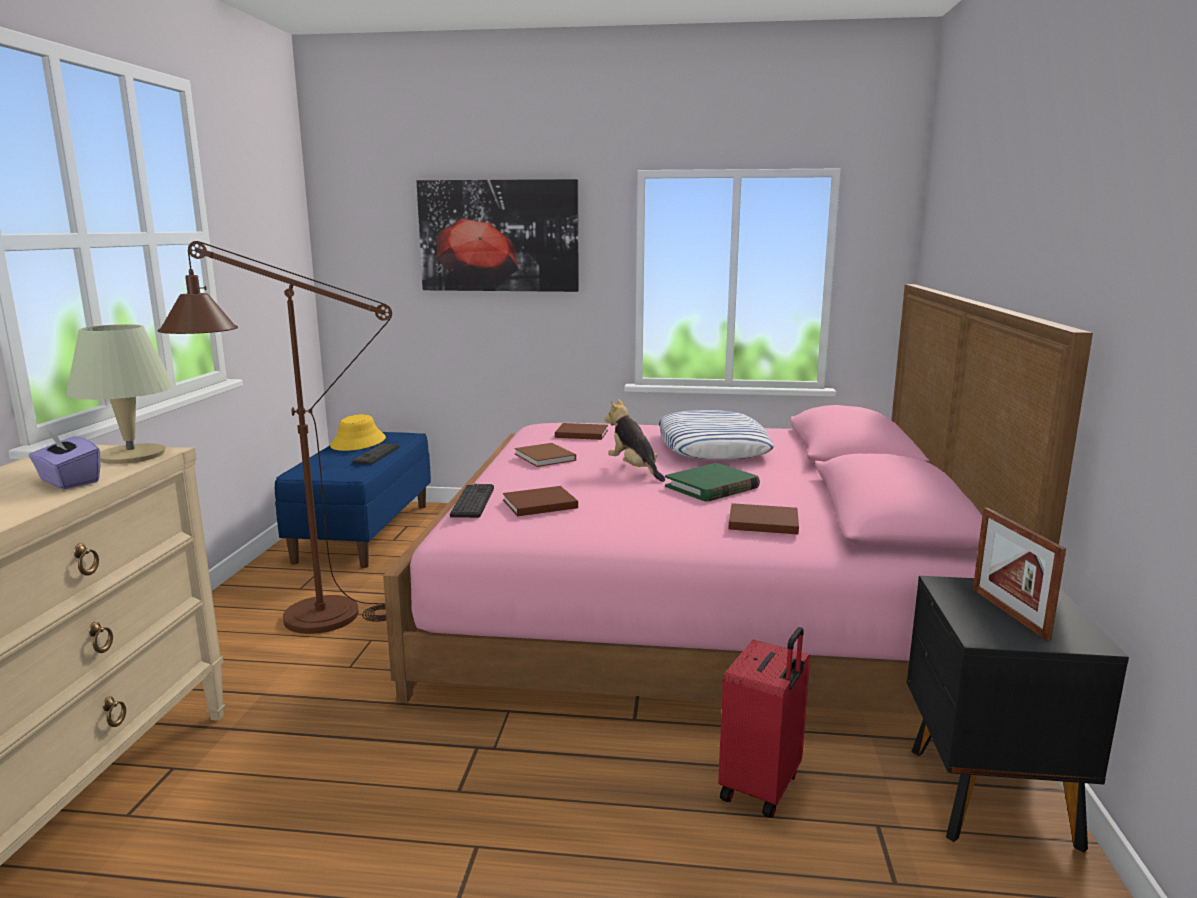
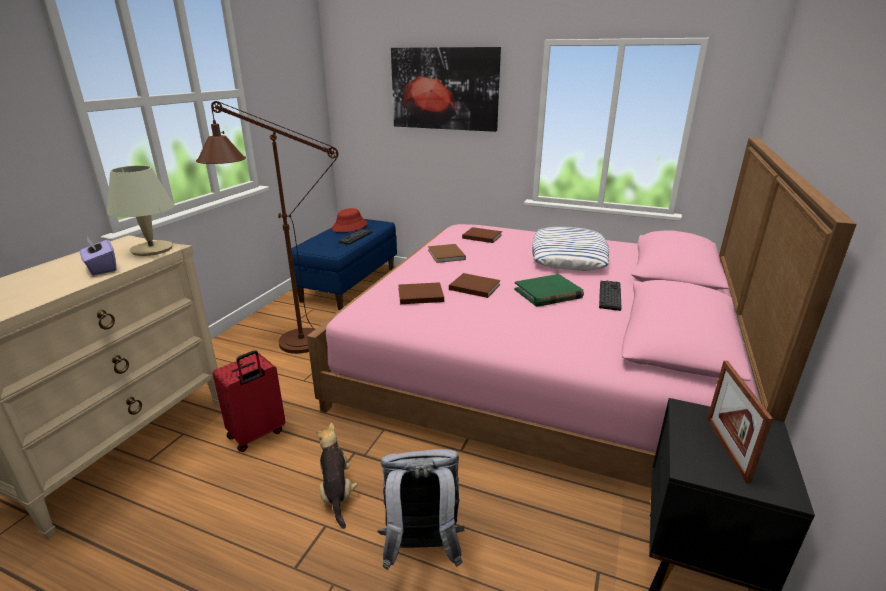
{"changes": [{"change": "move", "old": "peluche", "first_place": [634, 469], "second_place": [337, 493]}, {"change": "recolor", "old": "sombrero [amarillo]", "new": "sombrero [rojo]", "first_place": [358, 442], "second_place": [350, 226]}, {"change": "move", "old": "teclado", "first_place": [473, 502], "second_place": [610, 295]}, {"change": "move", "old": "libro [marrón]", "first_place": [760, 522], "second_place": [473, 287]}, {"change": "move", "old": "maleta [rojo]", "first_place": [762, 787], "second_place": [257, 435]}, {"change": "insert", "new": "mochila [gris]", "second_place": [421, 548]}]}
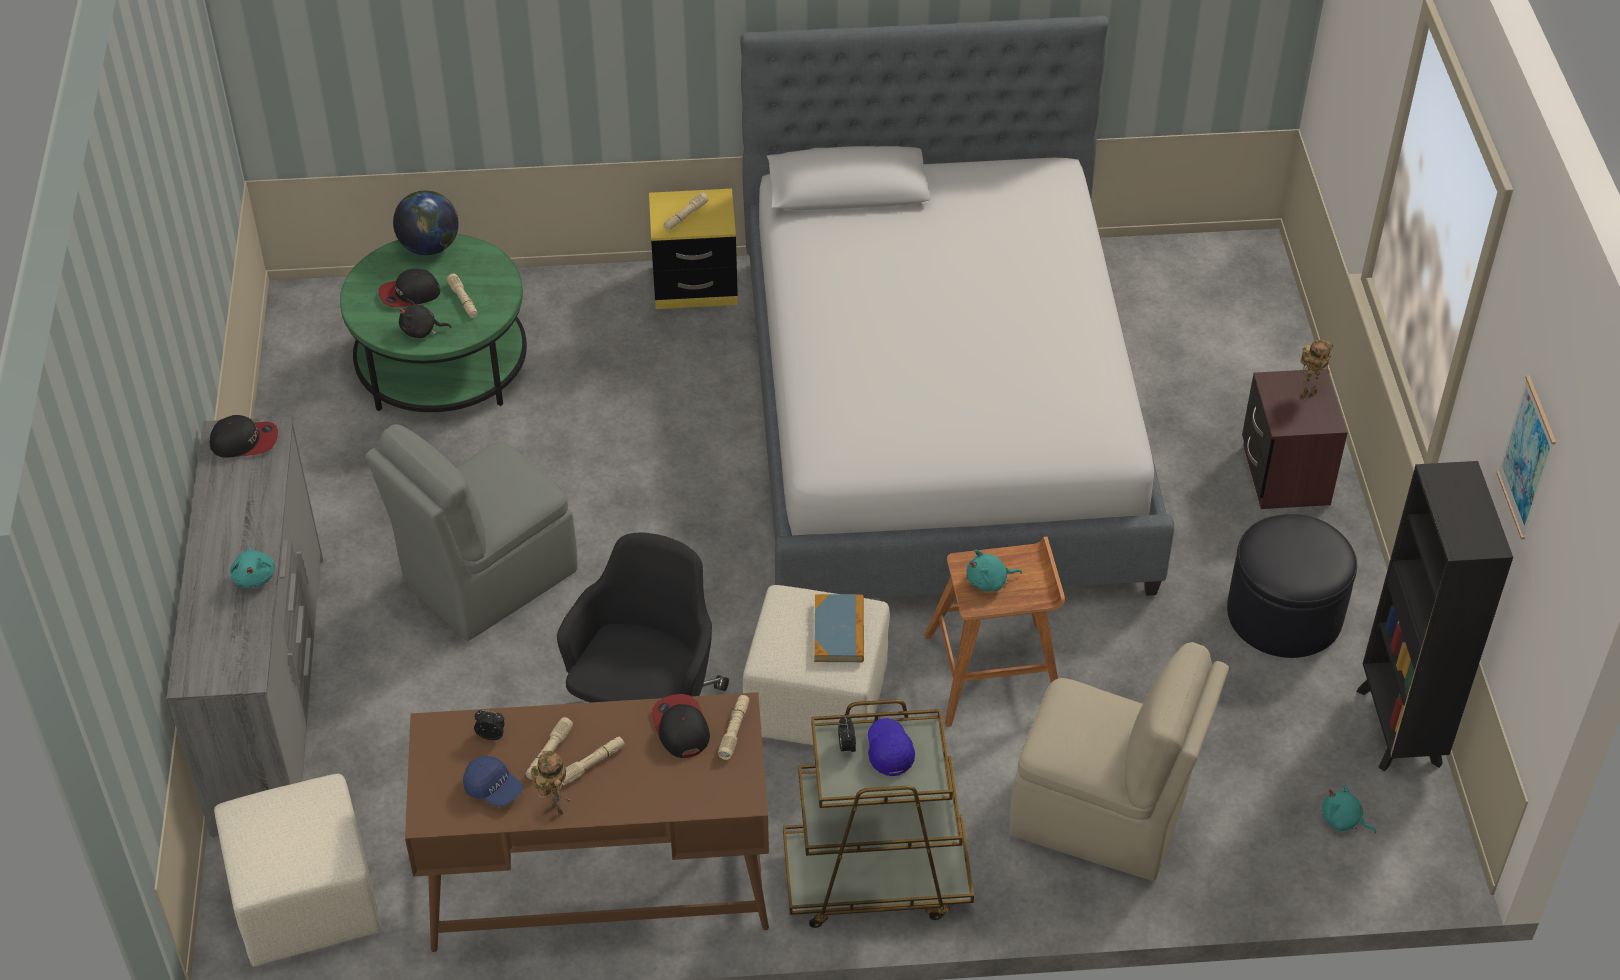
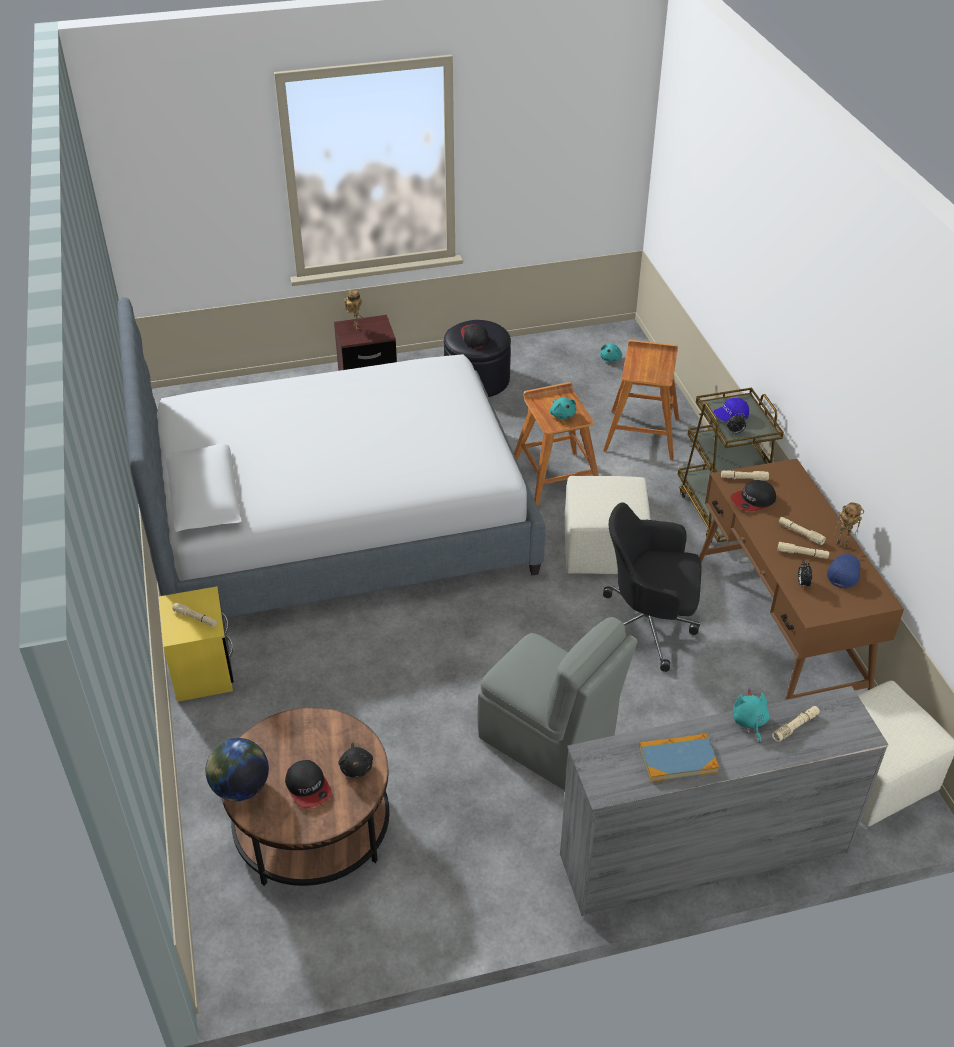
{"changes": [{"change": "recolor", "old": "mesa de centro [verde]", "new": "mesa de centro [marrón]", "first_place": [442, 364], "second_place": [312, 825]}, {"change": "move", "old": "linterna [beis]", "first_place": [463, 300], "second_place": [795, 726]}, {"change": "delete", "old": "cuadro", "first_place": [1527, 457]}, {"change": "move", "old": "gorra", "first_place": [245, 441], "second_place": [474, 338]}, {"change": "delete", "old": "estantería [negro]", "first_place": [1398, 729]}, {"change": "rotate", "old": "peluche [turquesa]", "first_place": [254, 576], "second_place": [749, 722], "degrees": -75}, {"change": "move", "old": "libro", "first_place": [839, 631], "second_place": [678, 759]}, {"change": "replace", "old": "silla [beis]", "new": "taburete [marrón]", "first_place": [1103, 816], "second_place": [642, 433]}, {"change": "rotate", "old": "robot de juguete", "first_place": [554, 809], "second_place": [842, 544], "degrees": -120}]}
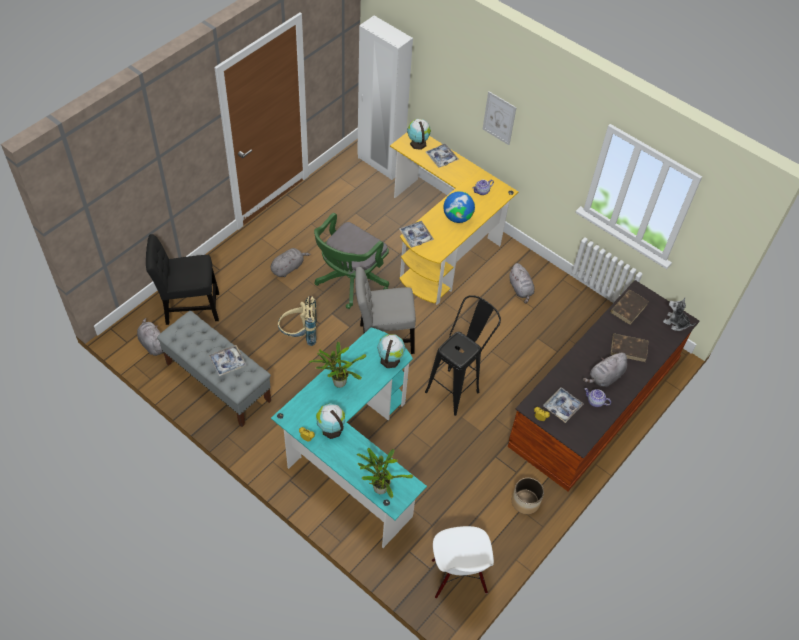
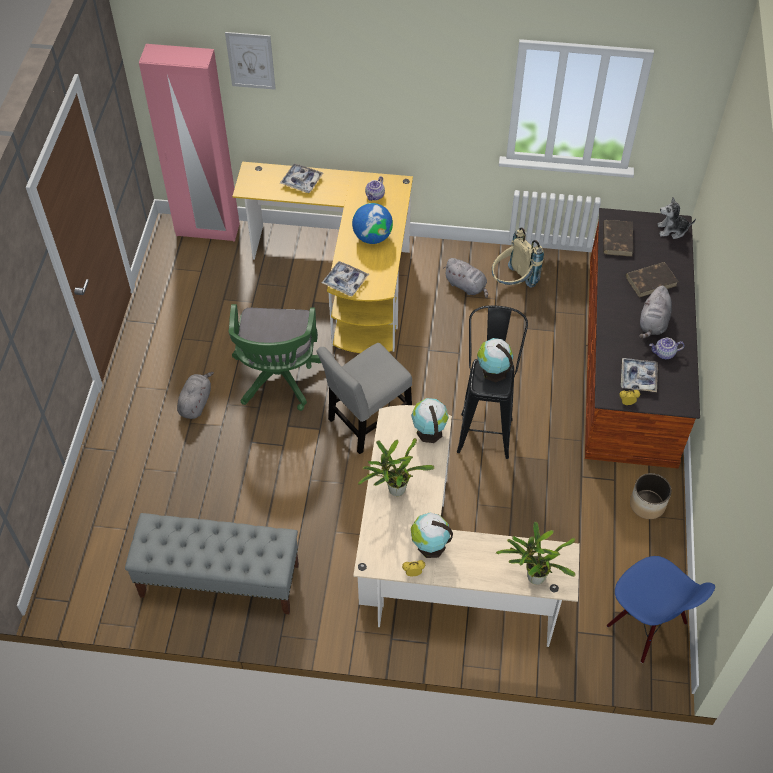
{"changes": [{"change": "recolor", "old": "armario ropero [blanco]", "new": "armario ropero [rosa]", "first_place": [380, 164], "second_place": [207, 230]}, {"change": "move", "old": "cuadro", "first_place": [499, 118], "second_place": [250, 60]}, {"change": "move", "old": "globo terráqueo", "first_place": [417, 143], "second_place": [493, 371]}, {"change": "delete", "old": "silla [negro]", "first_place": [189, 307]}, {"change": "move", "old": "mochila [beis]", "first_place": [299, 335], "second_place": [512, 283]}, {"change": "delete", "old": "peluche [gris]", "first_place": [152, 344]}, {"change": "recolor", "old": "escritorio [turquesa]", "new": "escritorio [beis]", "first_place": [352, 454], "second_place": [435, 567]}, {"change": "delete", "old": "bandeja", "first_place": [228, 362]}, {"change": "recolor", "old": "silla [blanco]", "new": "silla [azul]", "first_place": [458, 577], "second_place": [646, 625]}]}
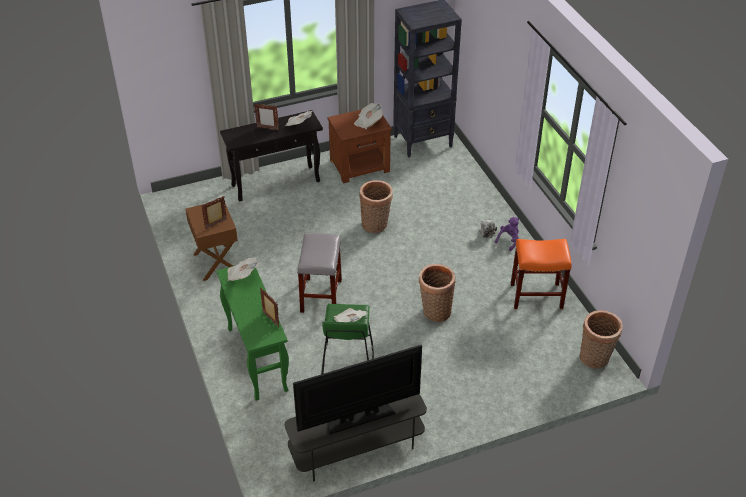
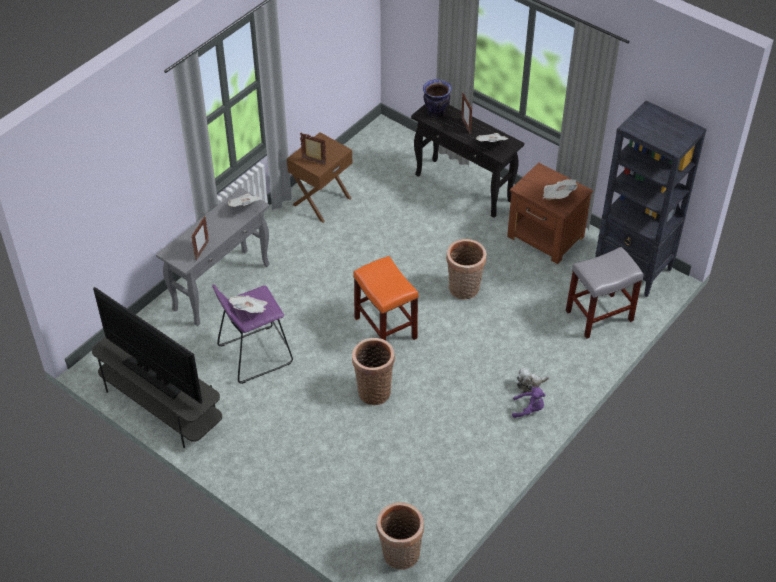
{"changes": [{"change": "move", "old": "taburete [gris]", "first_place": [321, 296], "second_place": [599, 316]}, {"change": "move", "old": "taburete [naranja]", "first_place": [535, 296], "second_place": [384, 328]}, {"change": "recolor", "old": "mesa consola [verde]", "new": "mesa consola [gris]", "first_place": [256, 358], "second_place": [222, 286]}, {"change": "recolor", "old": "taburete [verde]", "new": "taburete [morado]", "first_place": [347, 366], "second_place": [255, 354]}, {"change": "insert", "new": "florero", "second_place": [436, 112]}]}
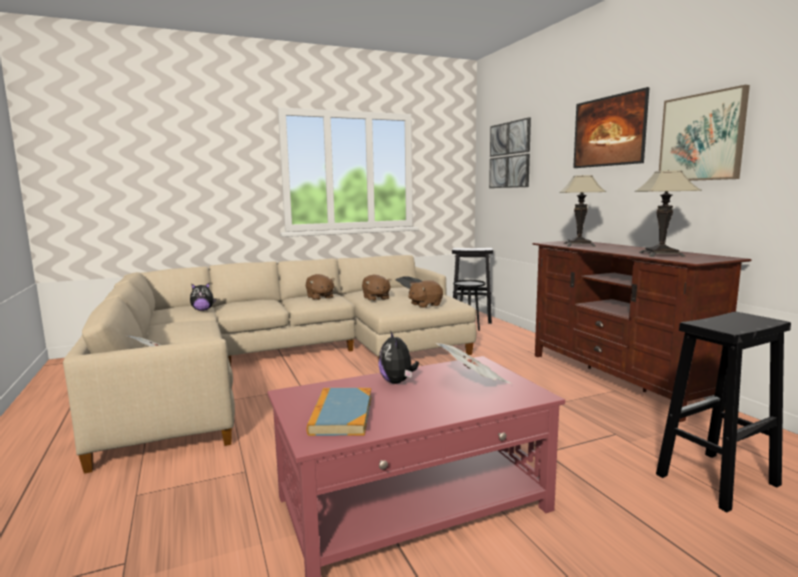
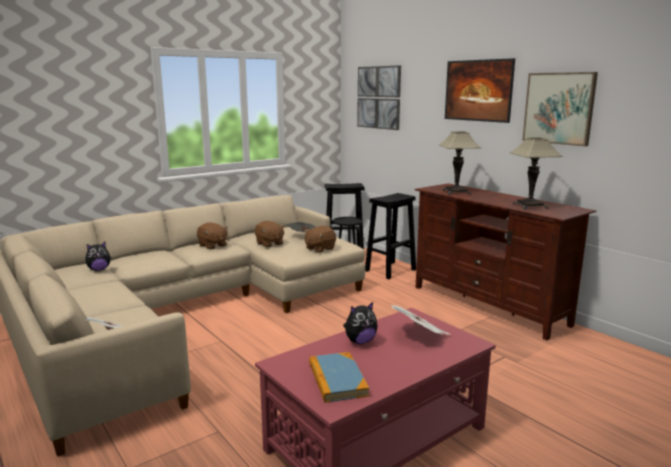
{"changes": [{"change": "move", "old": "taburete [negro]", "first_place": [716, 480], "second_place": [390, 270]}, {"change": "rotate", "old": "peluche", "first_place": [397, 382], "second_place": [360, 341], "degrees": -90}]}
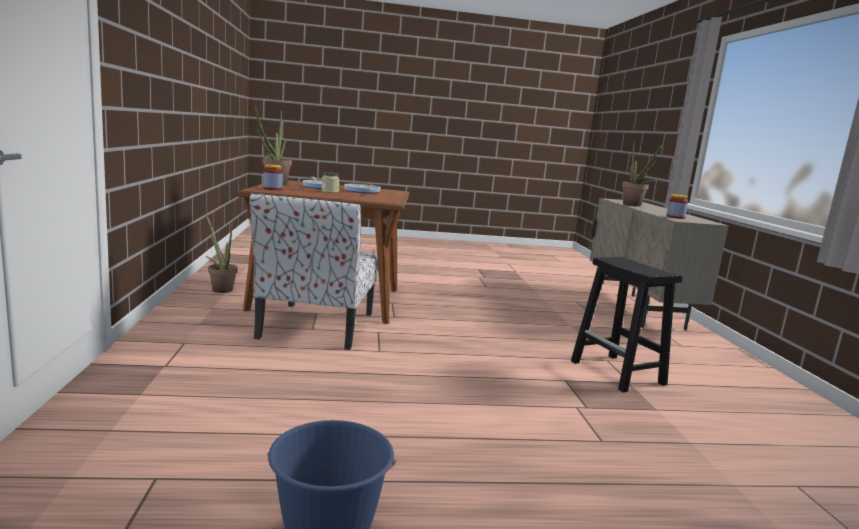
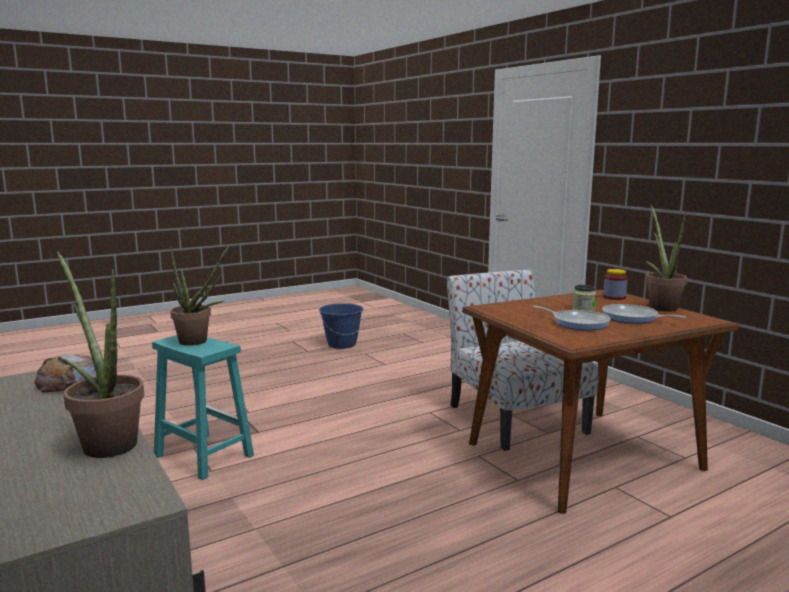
{"changes": [{"change": "replace", "old": "tarro", "new": "pan", "first_place": [675, 217], "second_place": [70, 382]}, {"change": "move", "old": "planta en maceta", "first_place": [220, 289], "second_place": [198, 342]}, {"change": "recolor", "old": "taburete [negro]", "new": "taburete [turquesa]", "first_place": [618, 373], "second_place": [202, 455]}]}
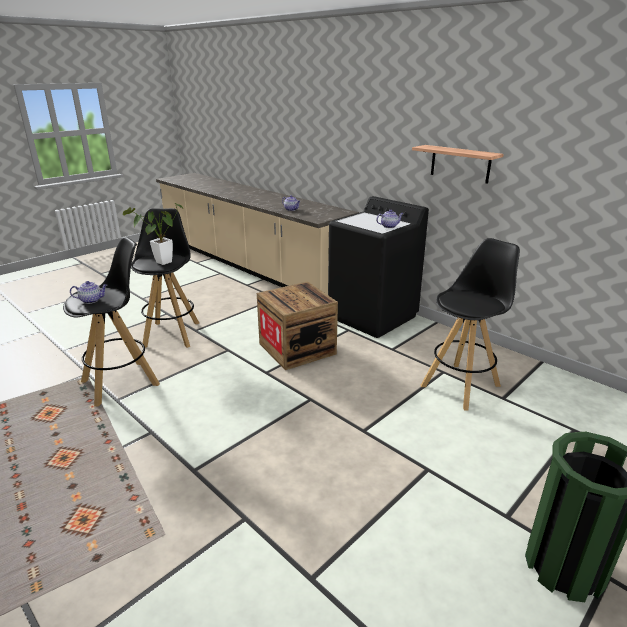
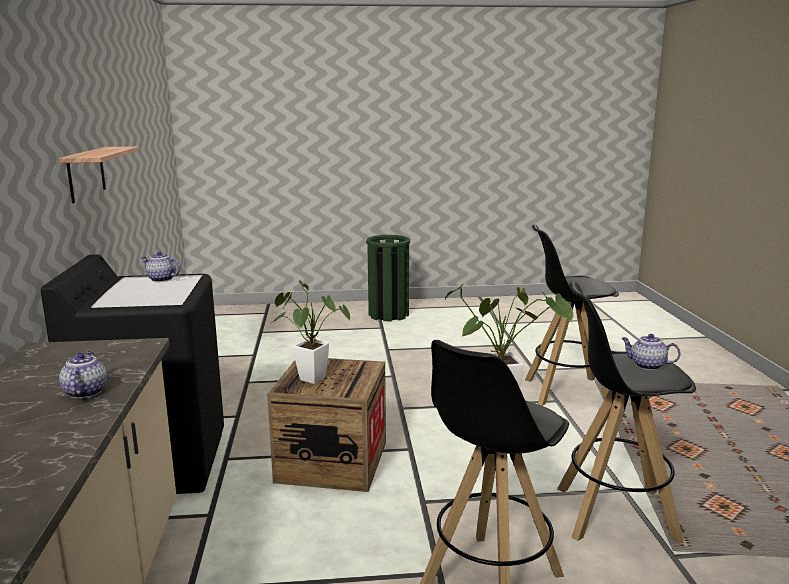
{"changes": [{"change": "move", "old": "taburete [negro]", "first_place": [461, 385], "second_place": [565, 391]}, {"change": "insert", "new": "planta en maceta", "second_place": [308, 377]}]}
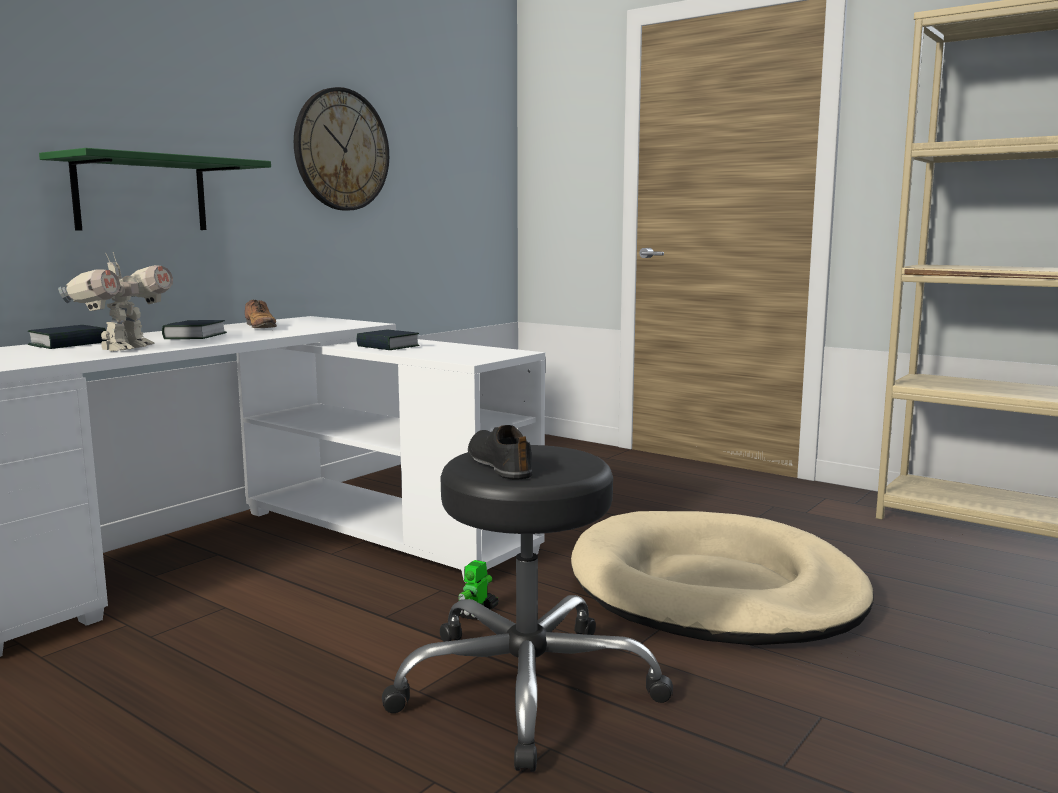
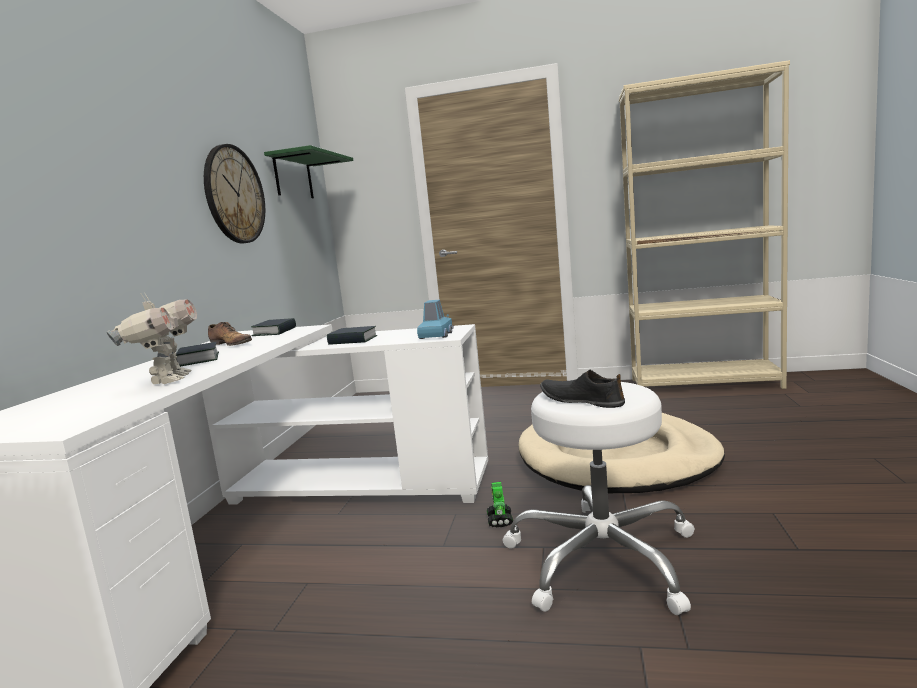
{"changes": [{"change": "move", "old": "estante [verde]", "first_place": [141, 194], "second_place": [293, 177]}, {"change": "move", "old": "libro", "first_place": [68, 344], "second_place": [275, 332]}, {"change": "recolor", "old": "taburete [negro]", "new": "taburete [blanco]", "first_place": [525, 687], "second_place": [601, 558]}, {"change": "insert", "new": "coche de juguete [azul]", "second_place": [436, 335]}]}
